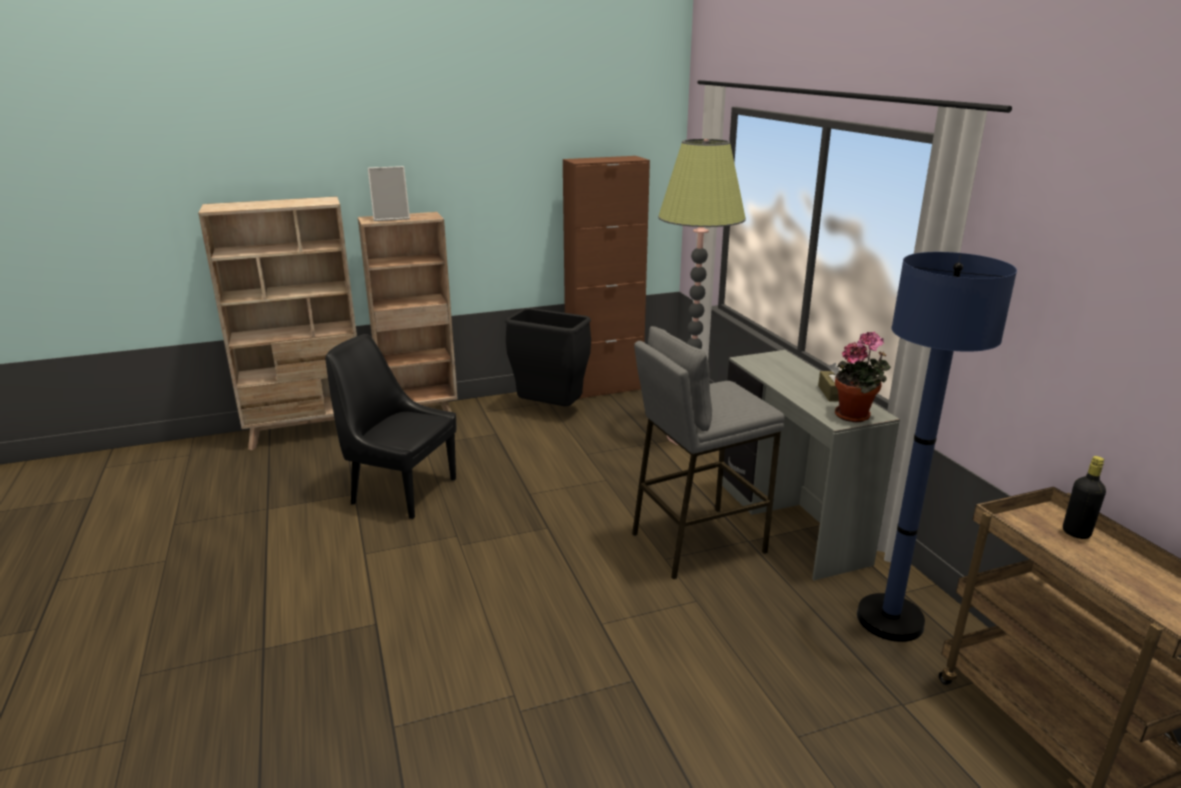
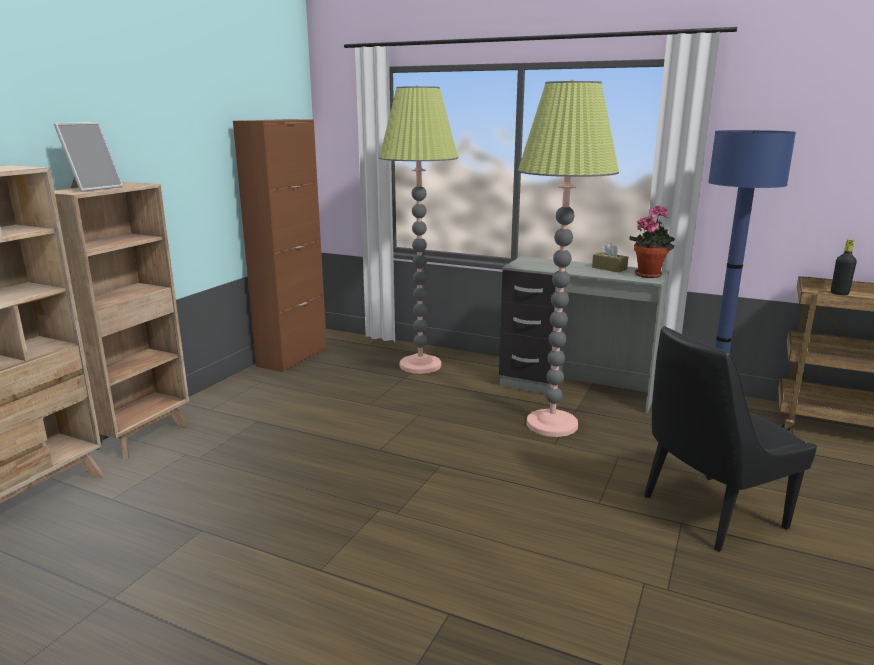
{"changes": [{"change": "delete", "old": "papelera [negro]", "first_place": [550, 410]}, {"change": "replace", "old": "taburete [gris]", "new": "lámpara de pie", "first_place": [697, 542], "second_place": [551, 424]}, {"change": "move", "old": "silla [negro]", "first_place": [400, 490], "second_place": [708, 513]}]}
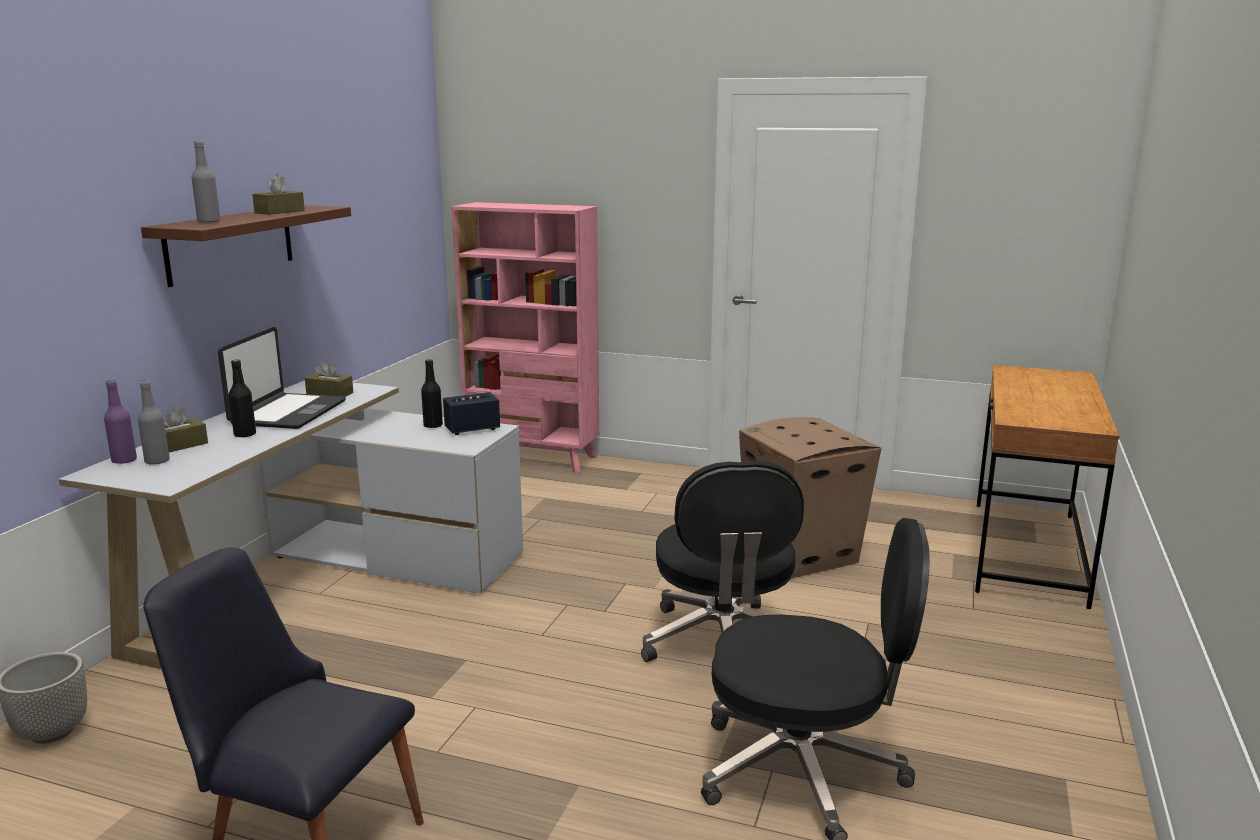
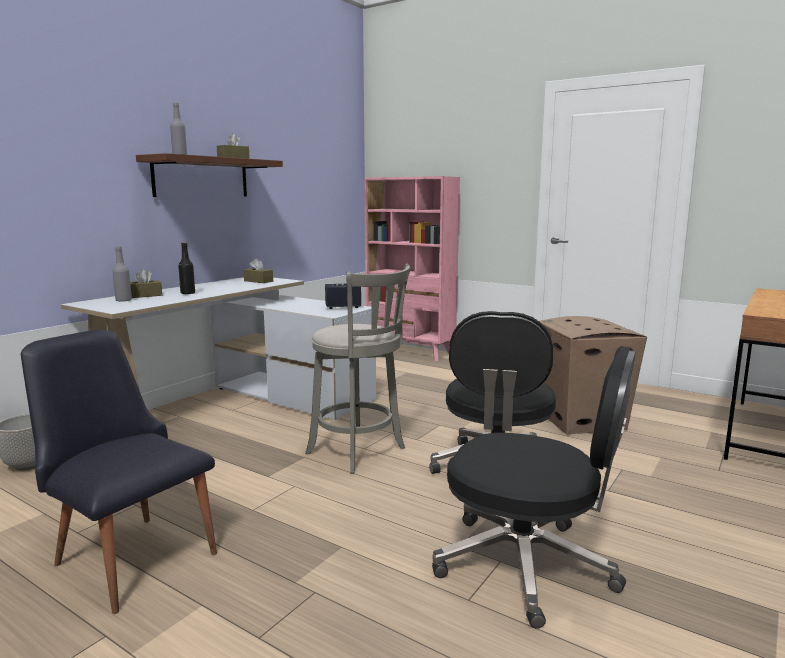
{"changes": [{"change": "delete", "old": "portátil", "first_place": [287, 413]}, {"change": "delete", "old": "botella [negro]", "first_place": [433, 425]}, {"change": "delete", "old": "botella [morado]", "first_place": [124, 460]}, {"change": "insert", "new": "taburete [gris]", "second_place": [359, 452]}]}
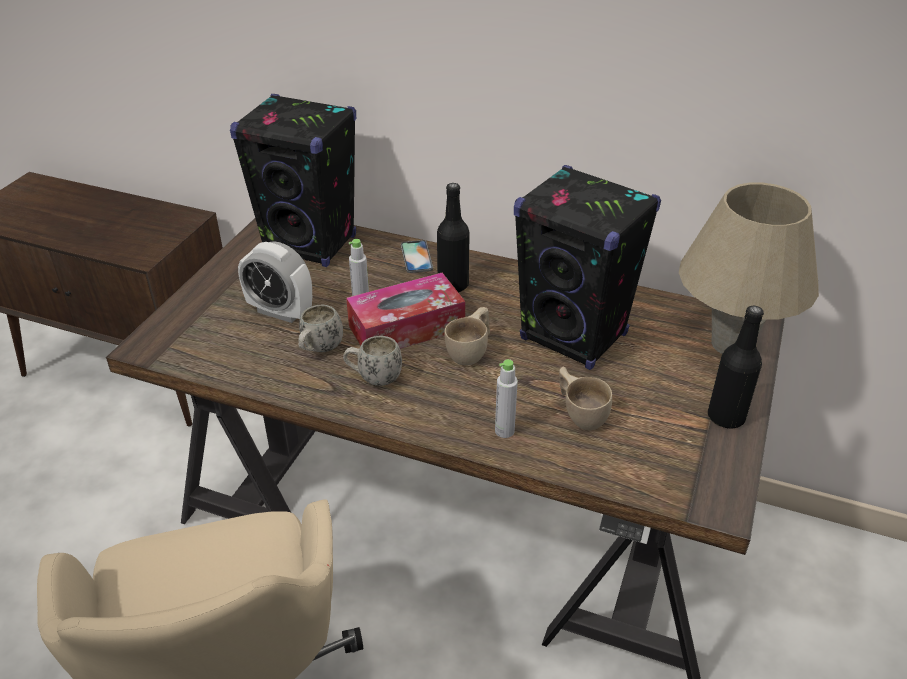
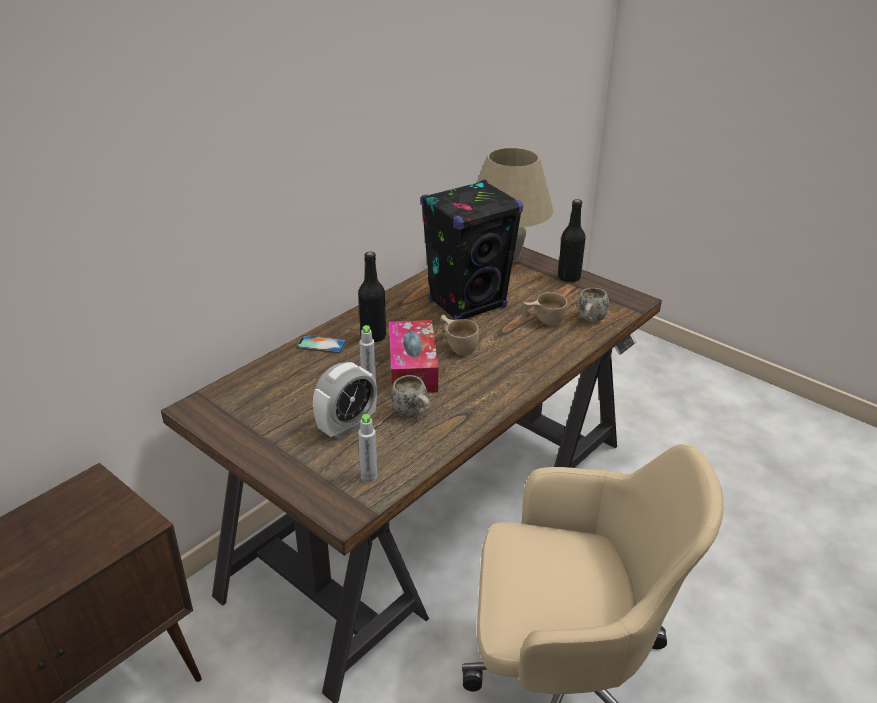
{"changes": [{"change": "delete", "old": "altavoz [negro]", "first_place": [311, 245]}, {"change": "move", "old": "taza grande [blanco]", "first_place": [373, 378], "second_place": [590, 321]}, {"change": "move", "old": "botella [gris]", "first_place": [504, 431], "second_place": [369, 476]}]}
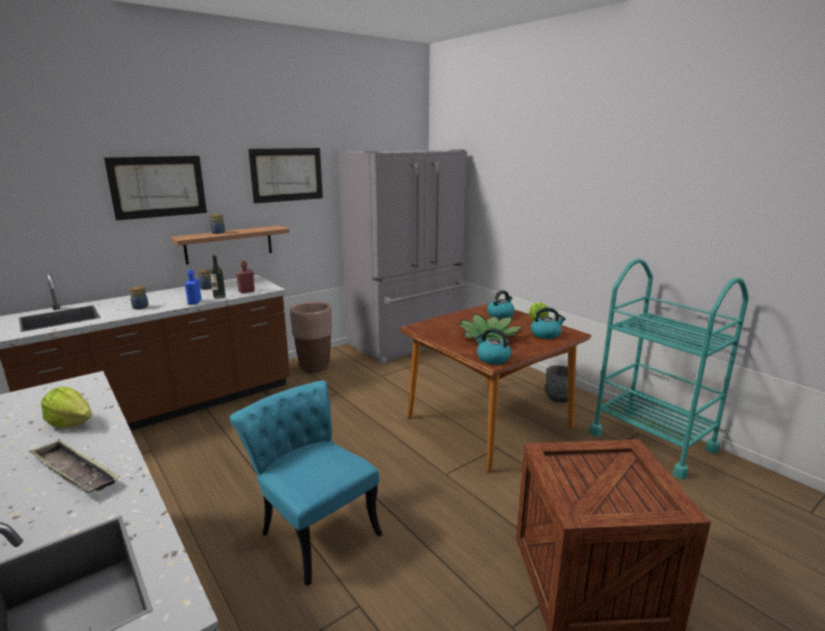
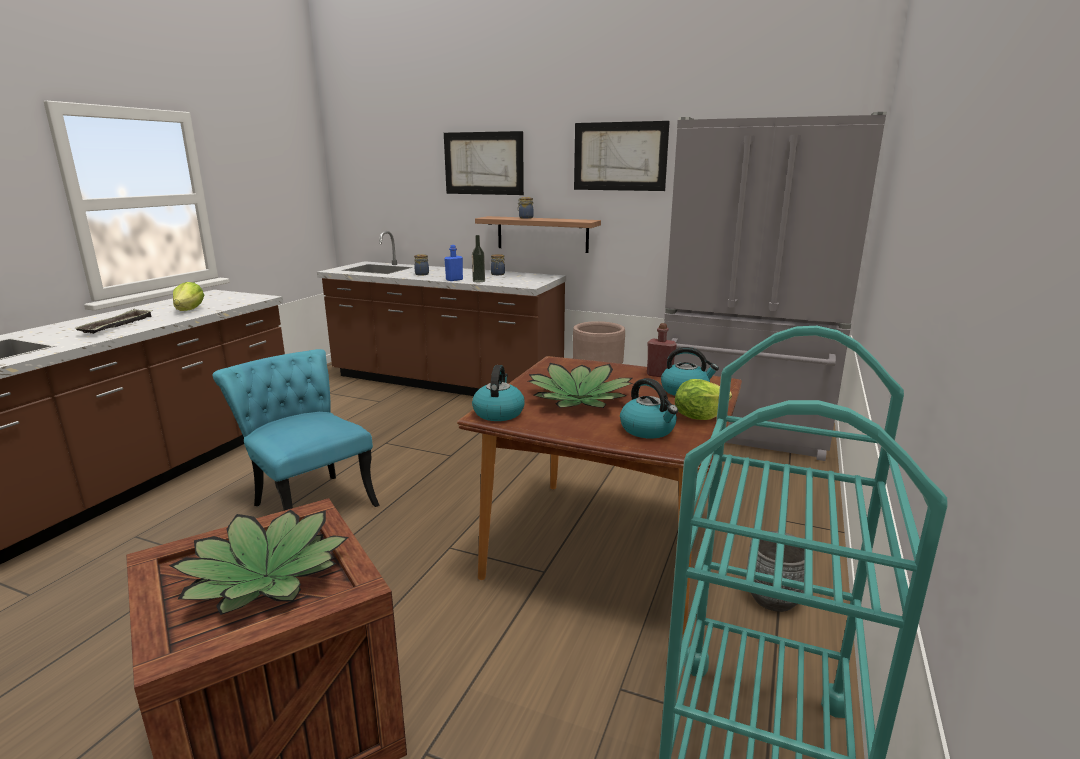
{"changes": [{"change": "move", "old": "botella [rojo]", "first_place": [246, 291], "second_place": [659, 375]}, {"change": "rotate", "old": "silla [turquesa]", "first_place": [313, 528], "second_place": [309, 501], "degrees": -60}, {"change": "insert", "new": "planta en maceta", "second_place": [266, 576]}]}
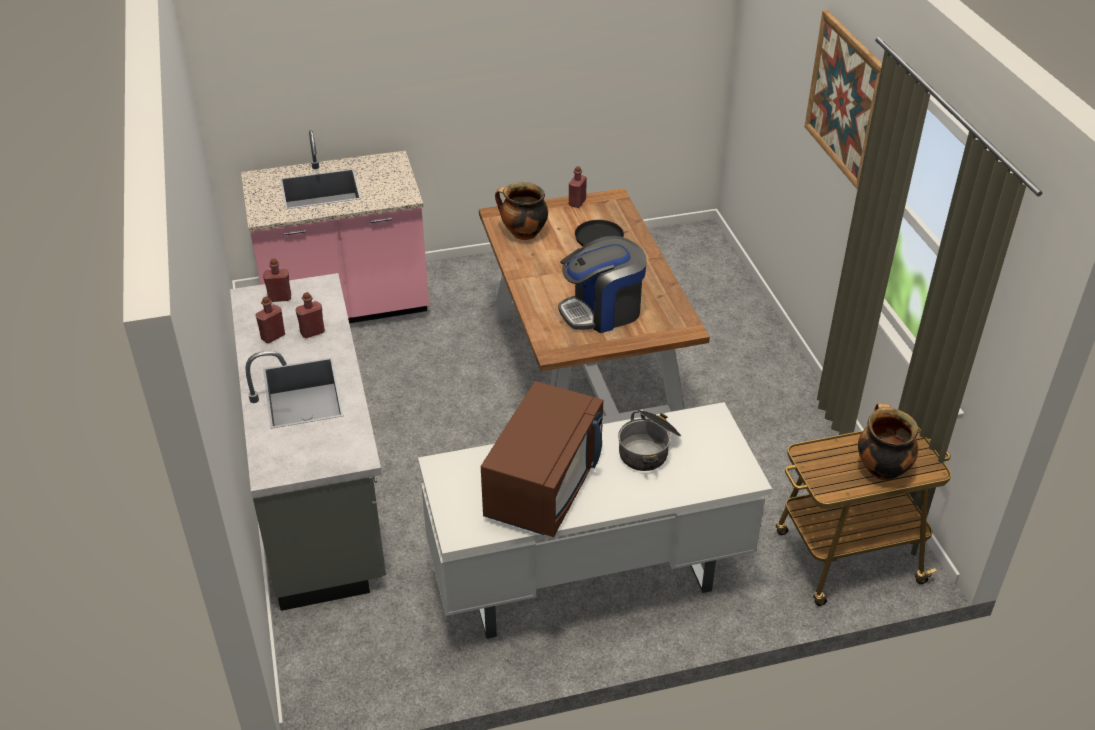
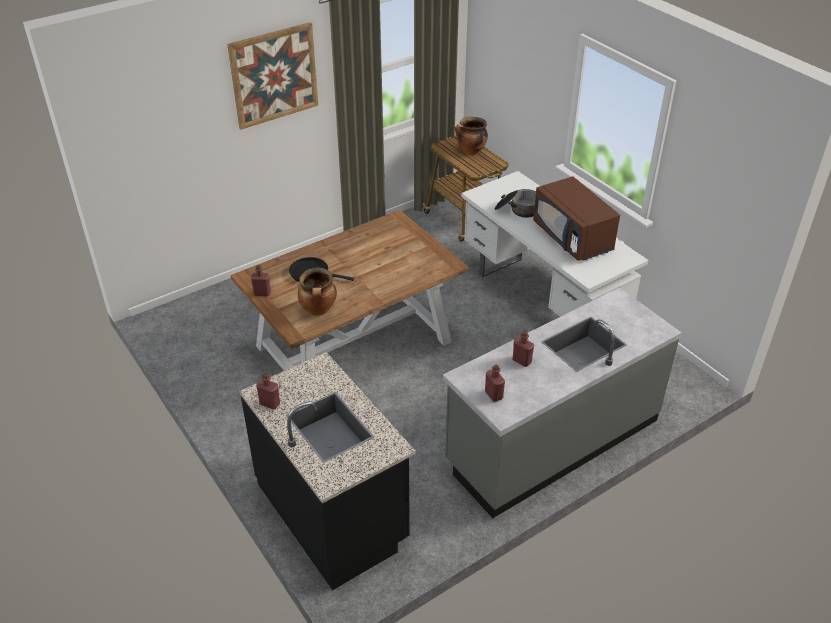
{"changes": [{"change": "recolor", "old": "mueble bajo de cocina [rosa]", "new": "mueble bajo de cocina [negro]", "first_place": [346, 306], "second_place": [333, 512]}, {"change": "delete", "old": "cafetera", "first_place": [602, 311]}, {"change": "move", "old": "botella [rojo]", "first_place": [273, 336], "second_place": [270, 403]}, {"change": "rotate", "old": "microondas [marrón]", "first_place": [543, 485], "second_place": [573, 238], "degrees": -120}]}
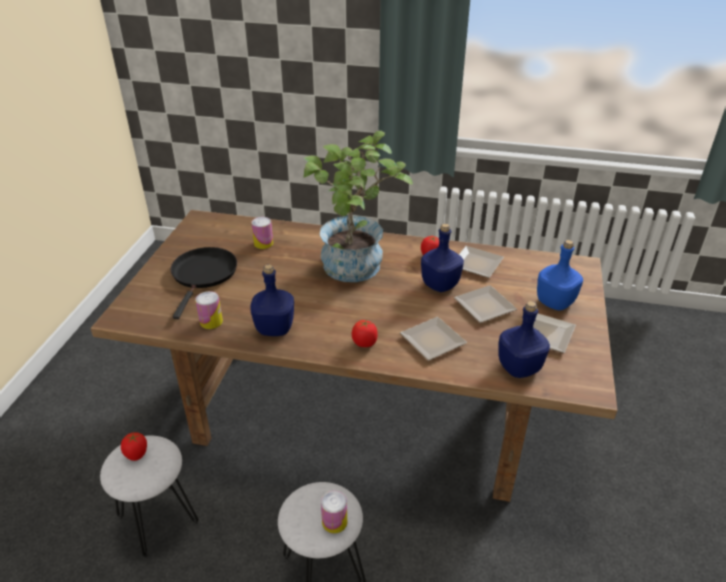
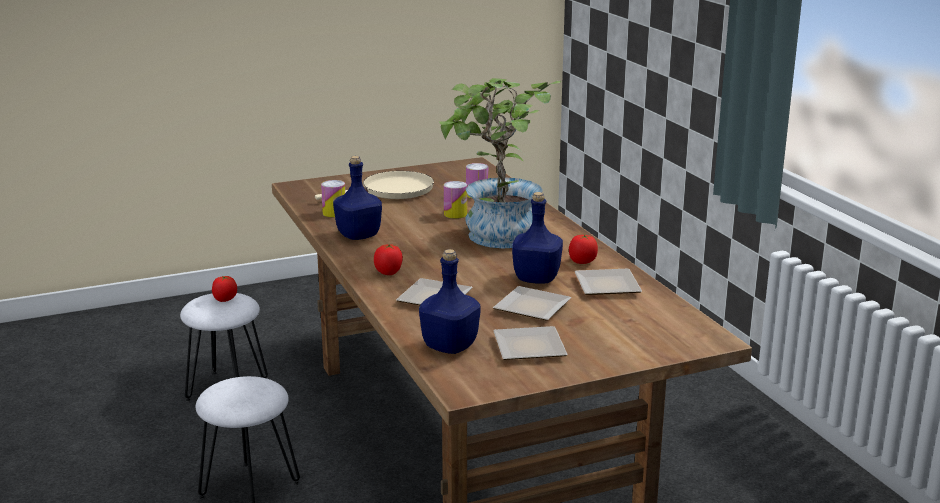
{"changes": [{"change": "delete", "old": "botella [azul]", "first_place": [554, 302]}, {"change": "recolor", "old": "sartén [negro]", "new": "sartén [beis]", "first_place": [203, 275], "second_place": [393, 191]}, {"change": "move", "old": "lata", "first_place": [334, 522], "second_place": [455, 214]}]}
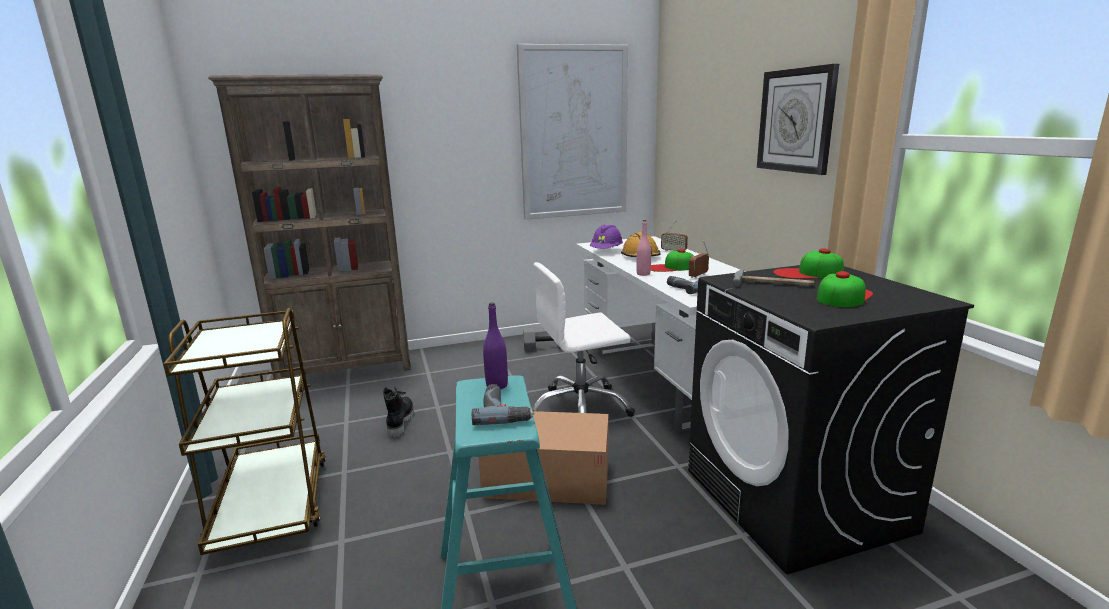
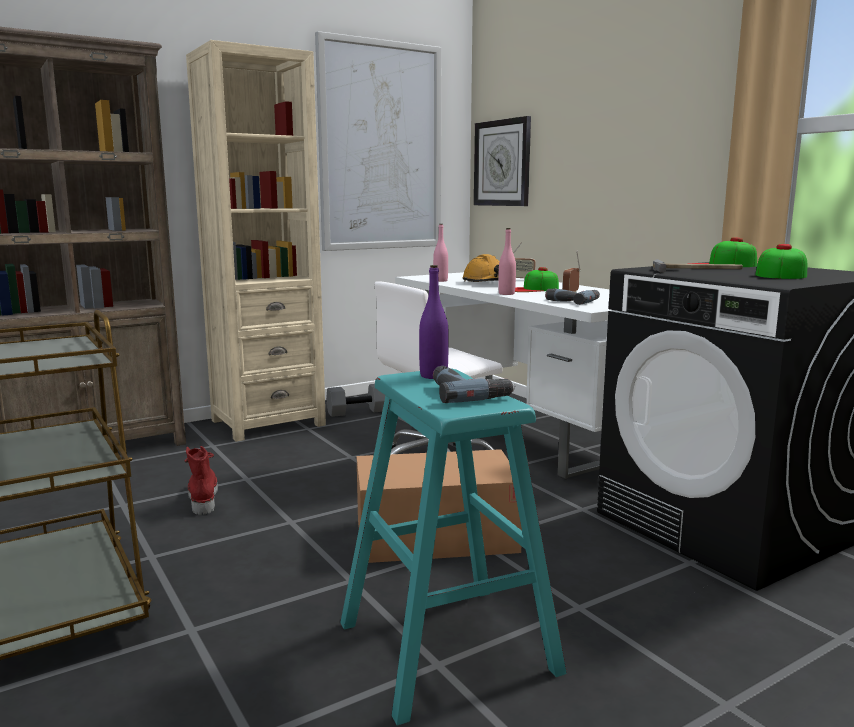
{"changes": [{"change": "move", "old": "reloj de pared", "first_place": [796, 120], "second_place": [502, 163]}, {"change": "replace", "old": "casco [morado]", "new": "botella [rosa]", "first_place": [606, 251], "second_place": [440, 281]}, {"change": "recolor", "old": "bota [negro]", "new": "bota [rojo]", "first_place": [399, 422], "second_place": [202, 498]}, {"change": "insert", "new": "estantería [beis]", "second_place": [268, 423]}]}
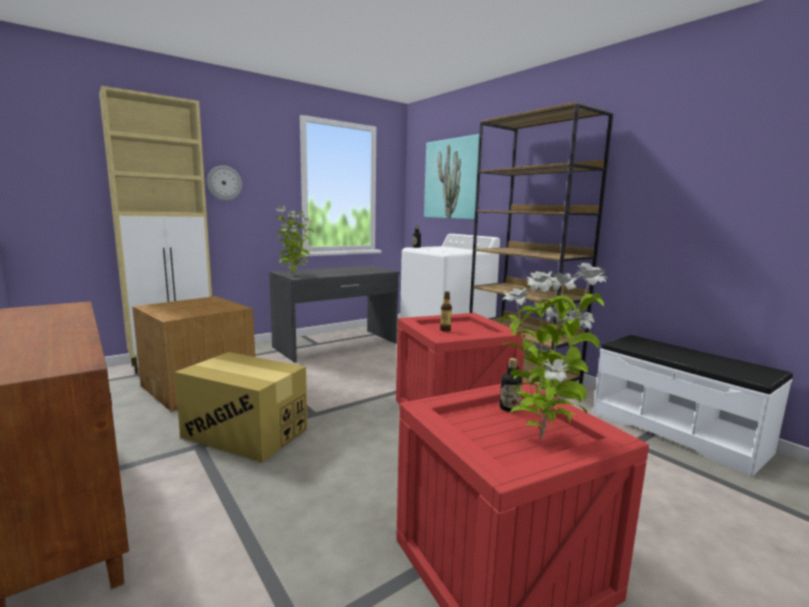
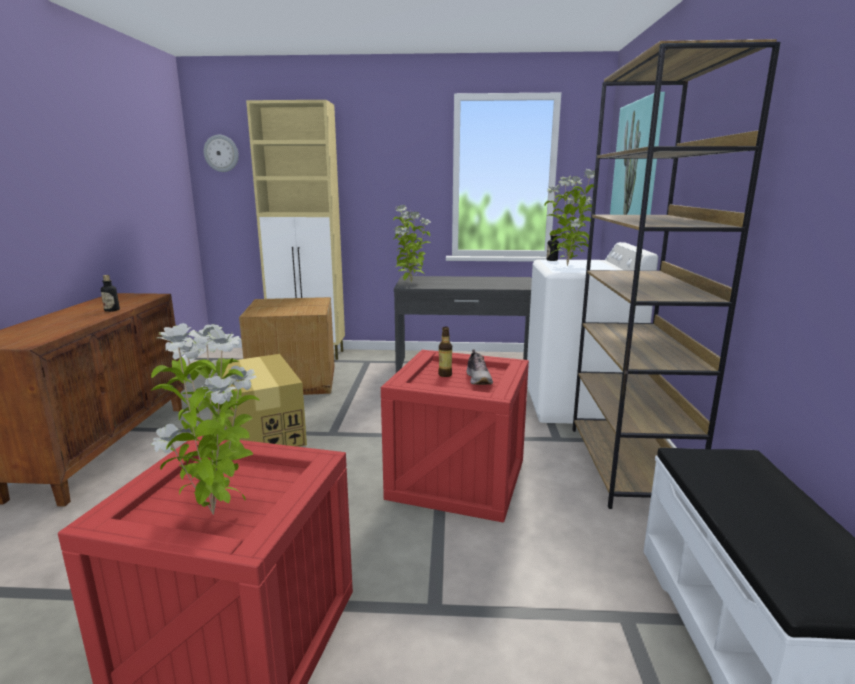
{"changes": [{"change": "move", "old": "reloj de pared", "first_place": [224, 183], "second_place": [221, 153]}, {"change": "move", "old": "botella", "first_place": [509, 408], "second_place": [112, 310]}, {"change": "insert", "new": "planta en maceta", "second_place": [567, 265]}, {"change": "insert", "new": "zapato", "second_place": [479, 379]}]}
